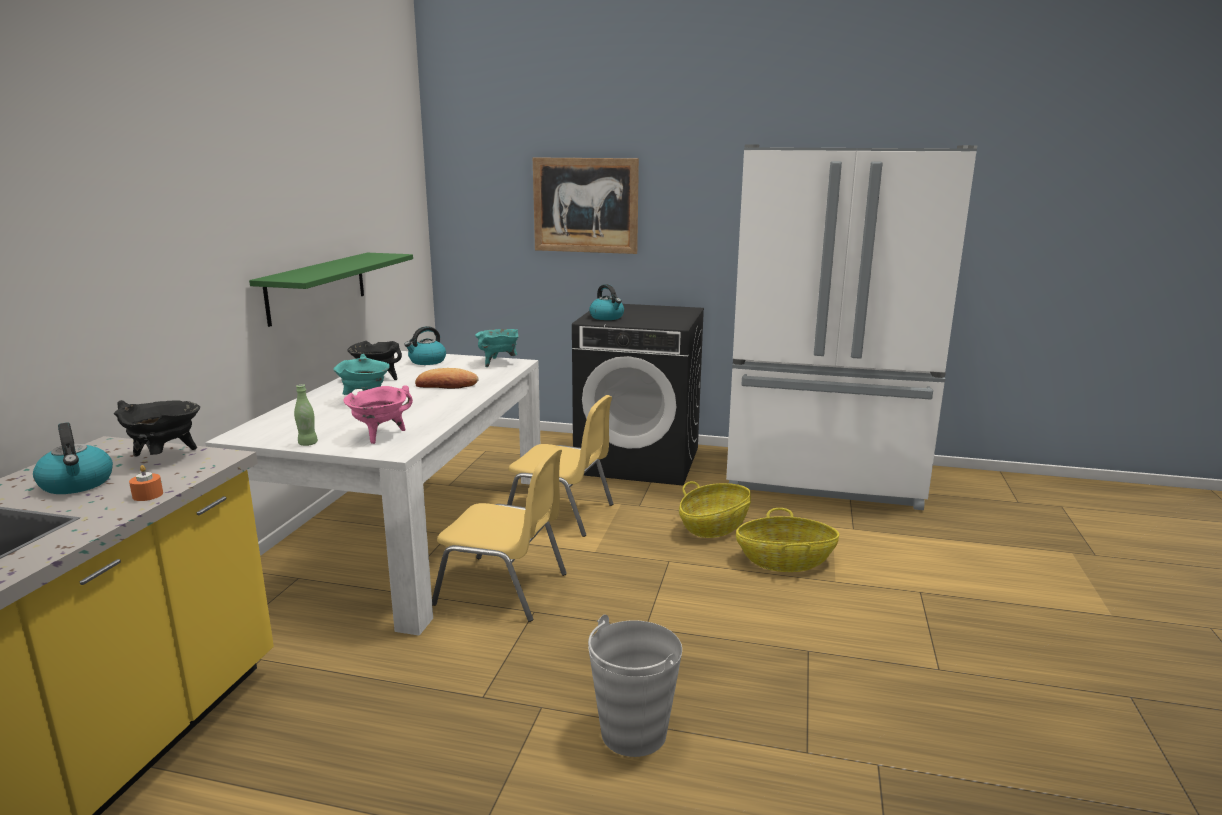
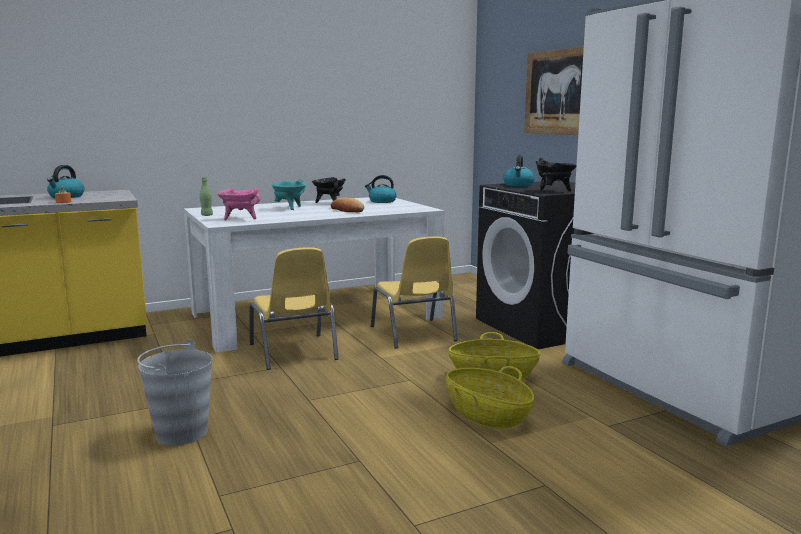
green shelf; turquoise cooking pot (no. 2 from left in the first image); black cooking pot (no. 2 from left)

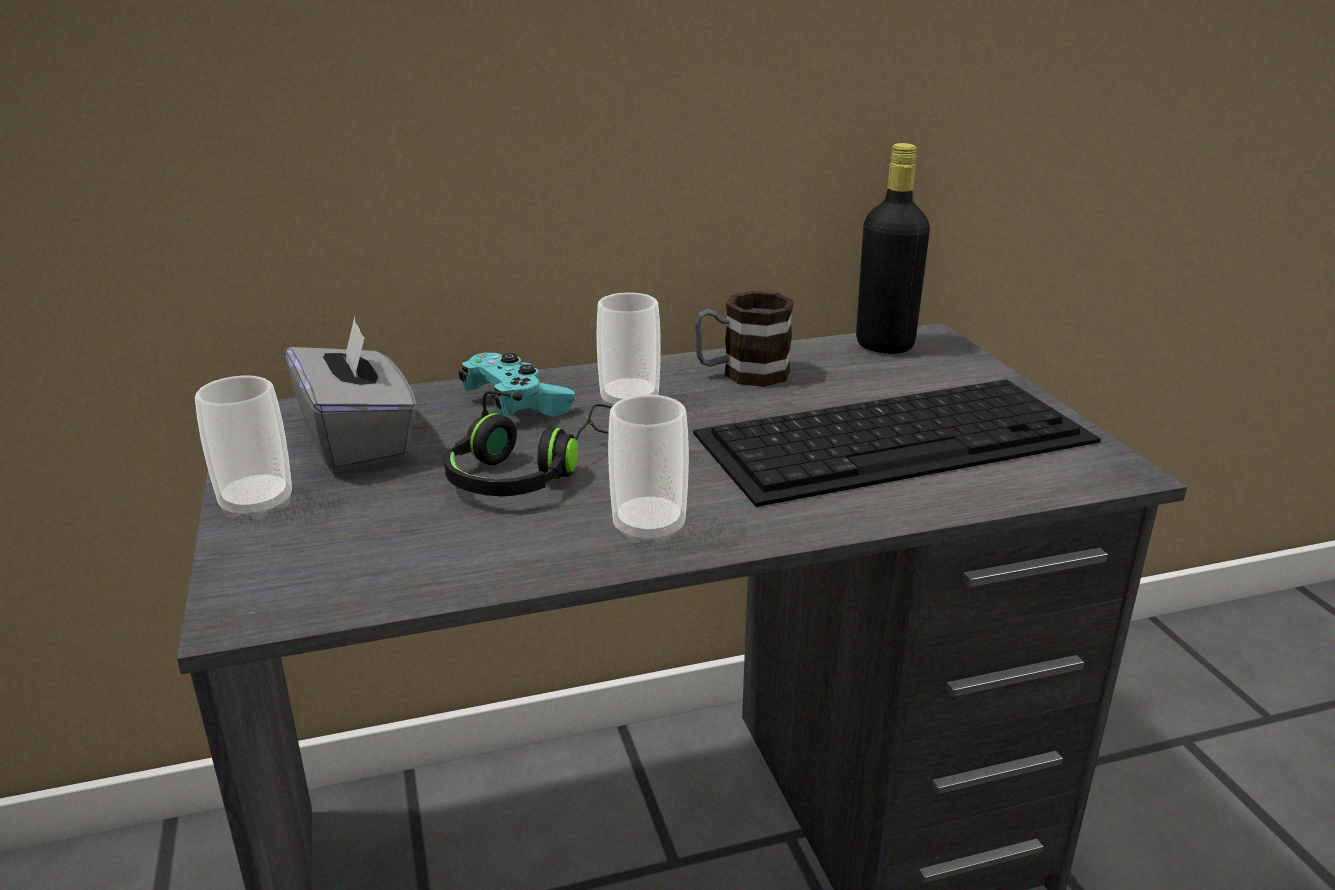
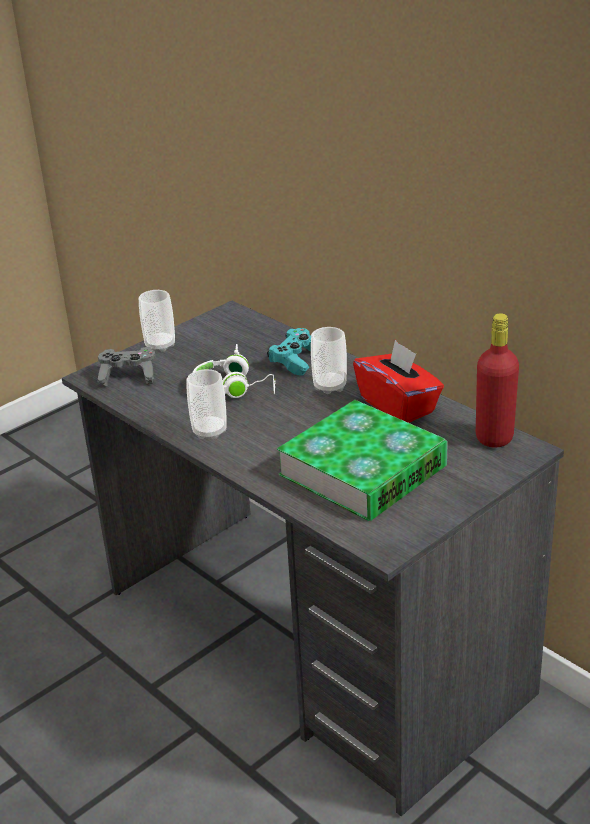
red bottle; red tissue box; grey tissue box; book; white headphones; grey game controller

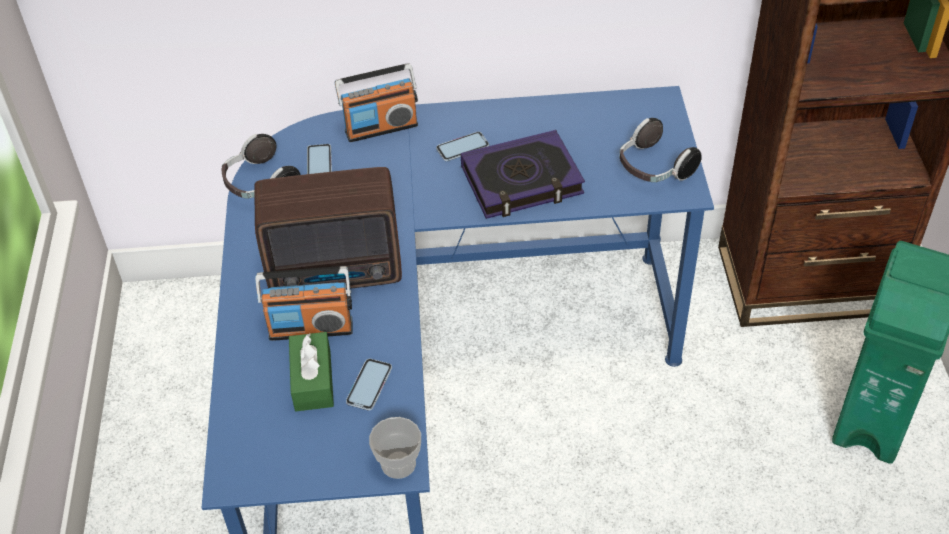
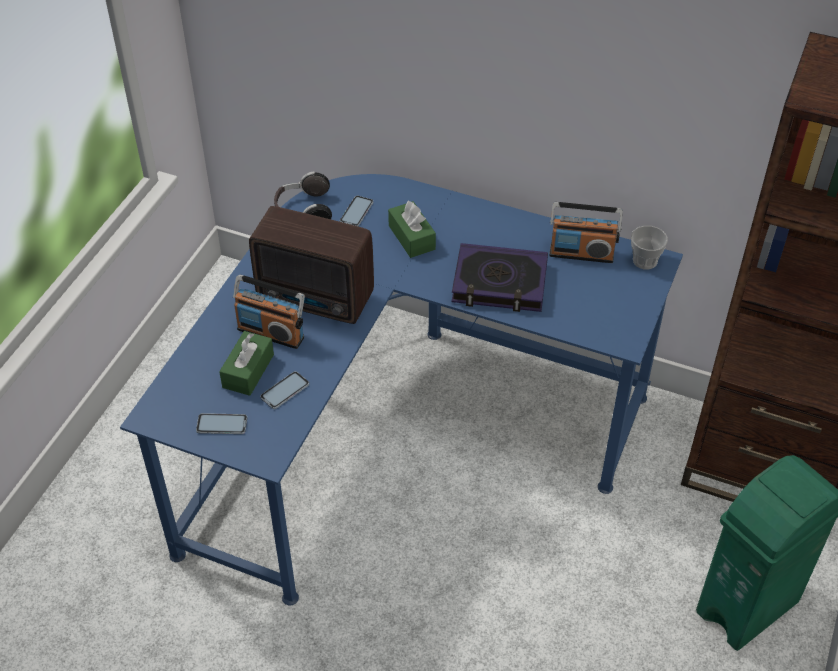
radio (no. 3 from left); headphones (no. 2 from left in the first image); phone (no. 1 from left); cup; green tissue box (no. 2 from left)

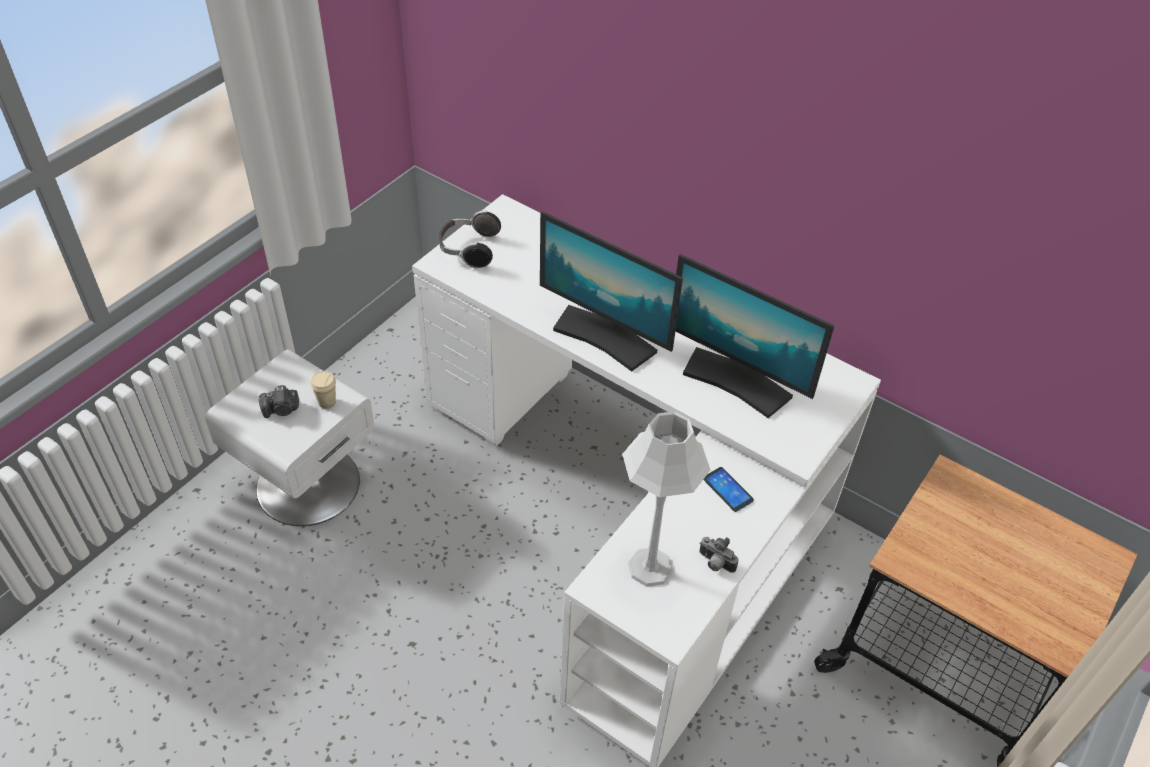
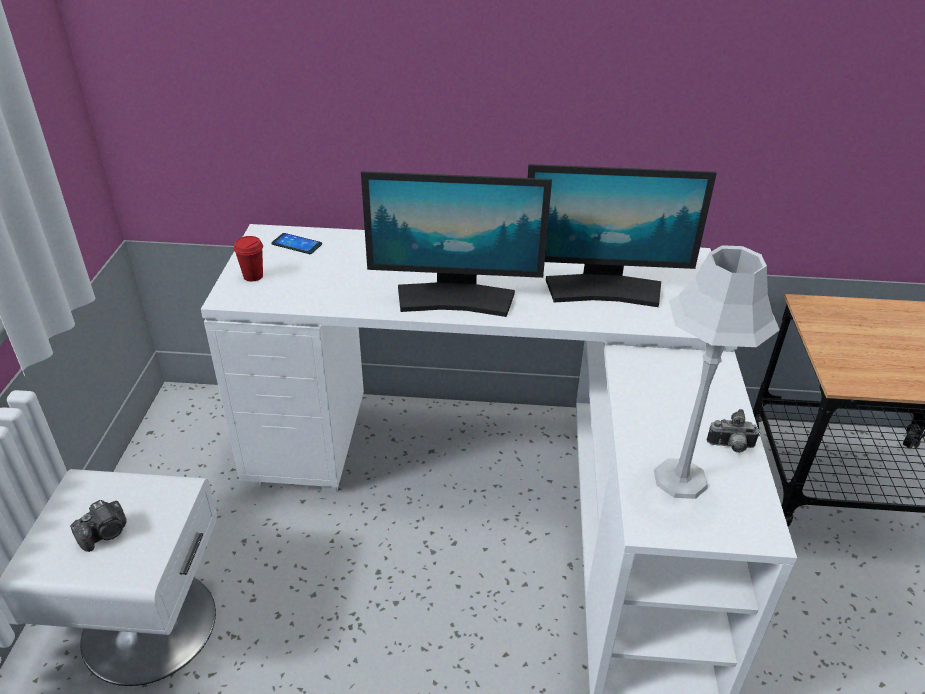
red cup; beige cup; phone

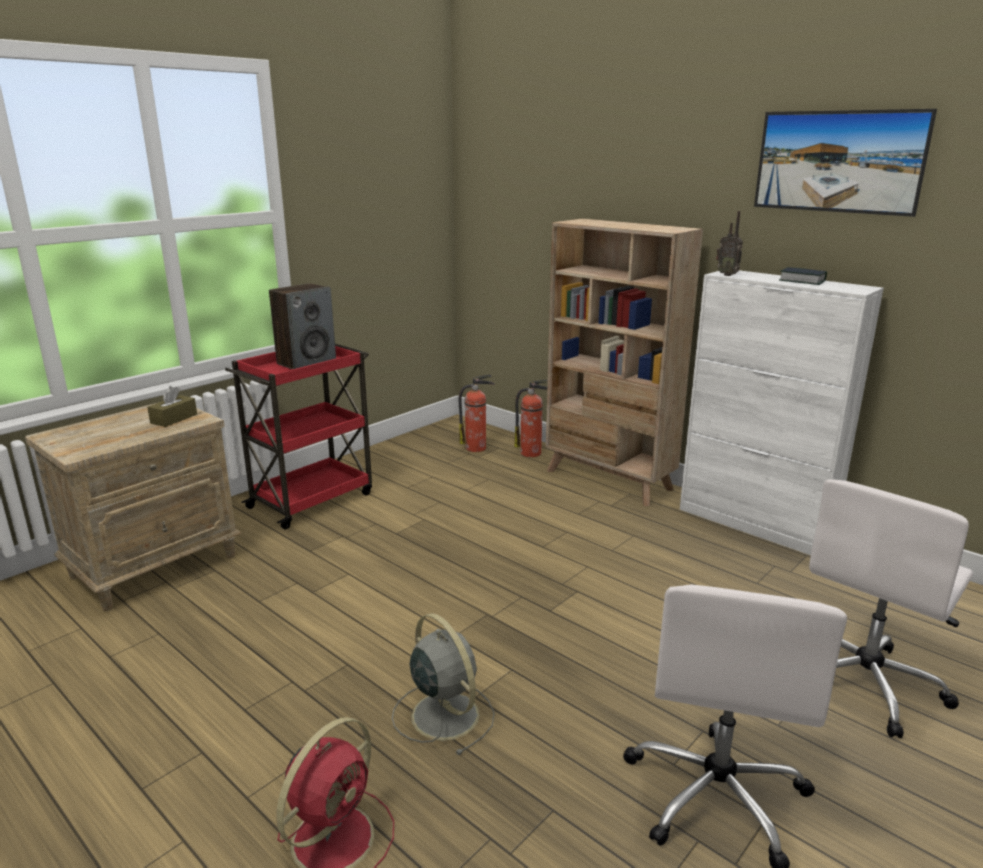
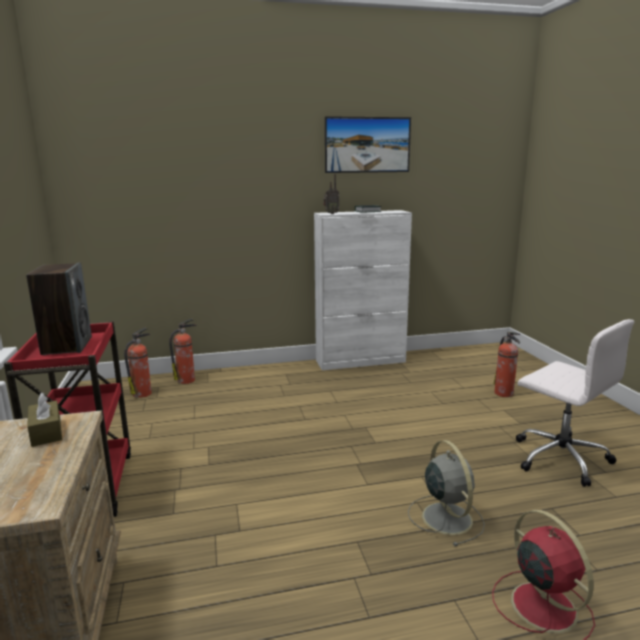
beige bookcase; fire extinguisher (no. 3 from left); grey fan

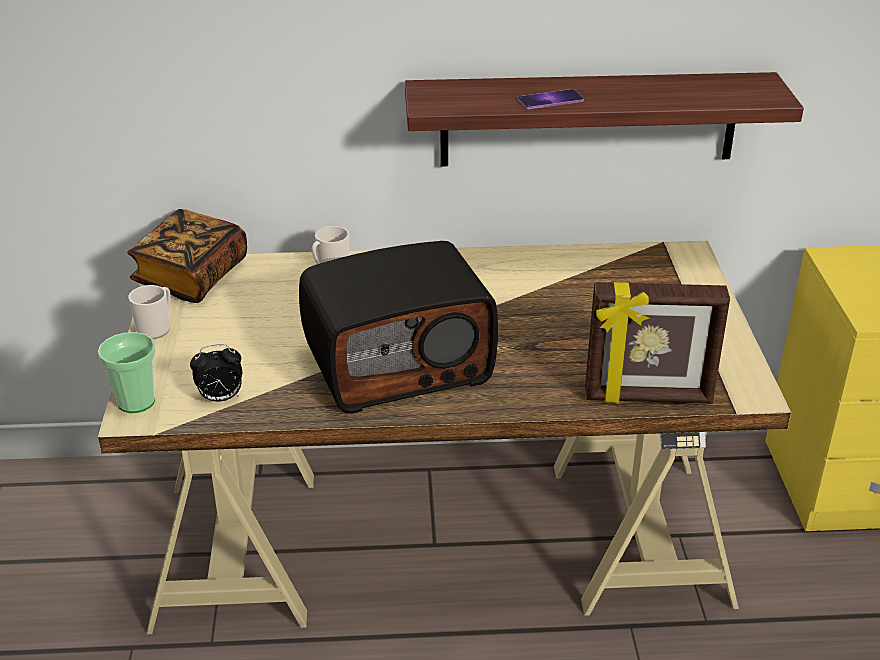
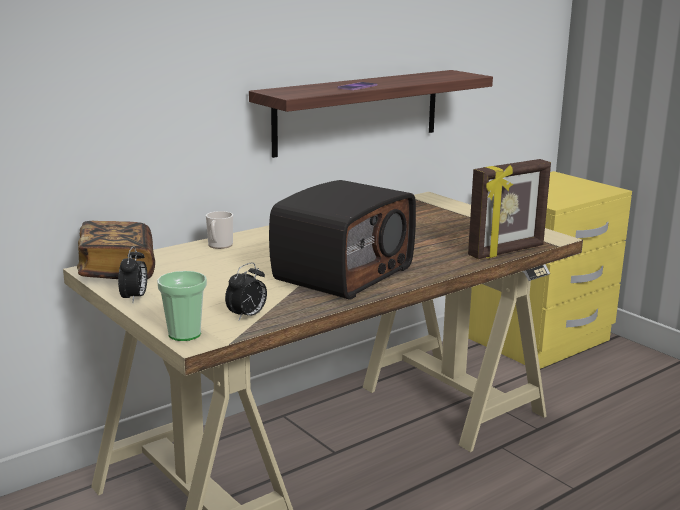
alarm clock (no. 1 from left)

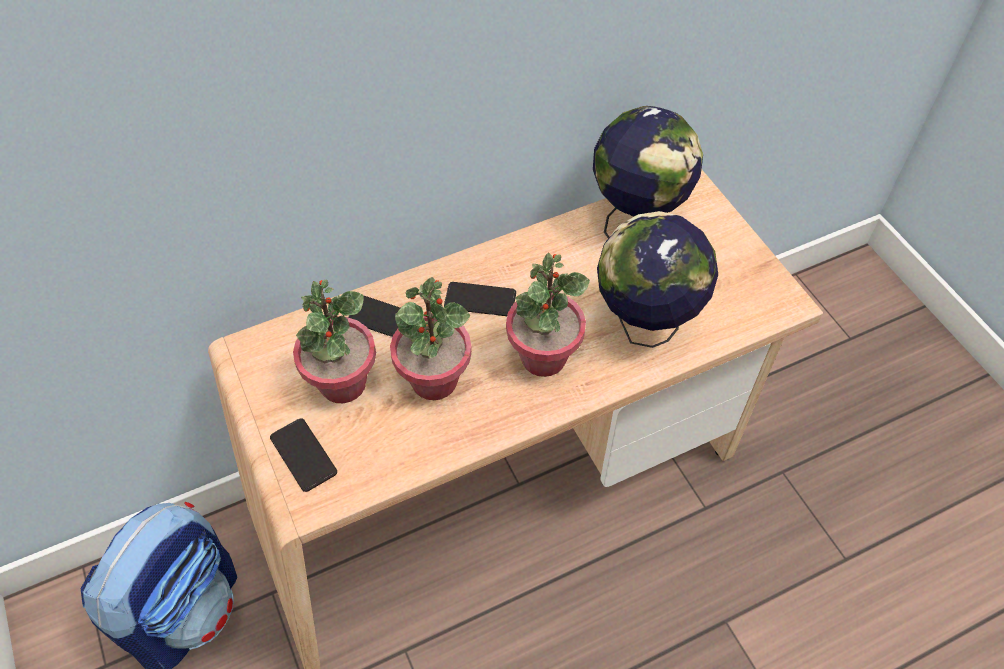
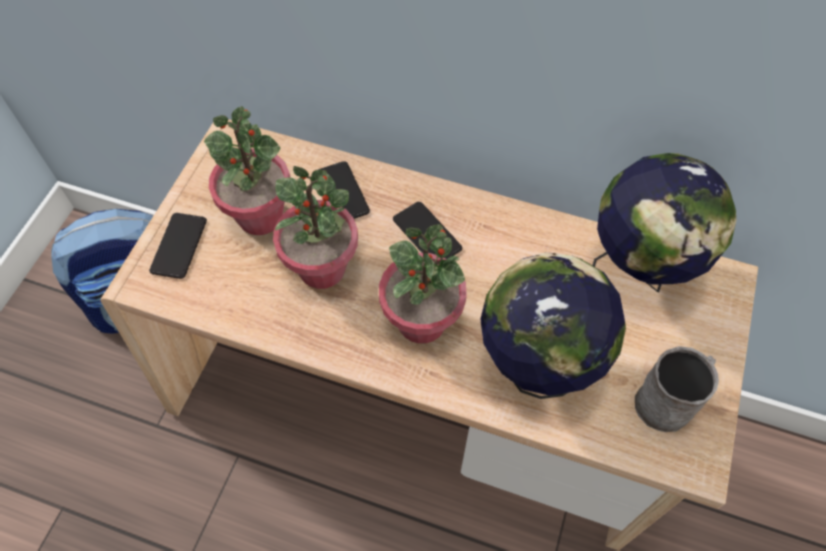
grey mug

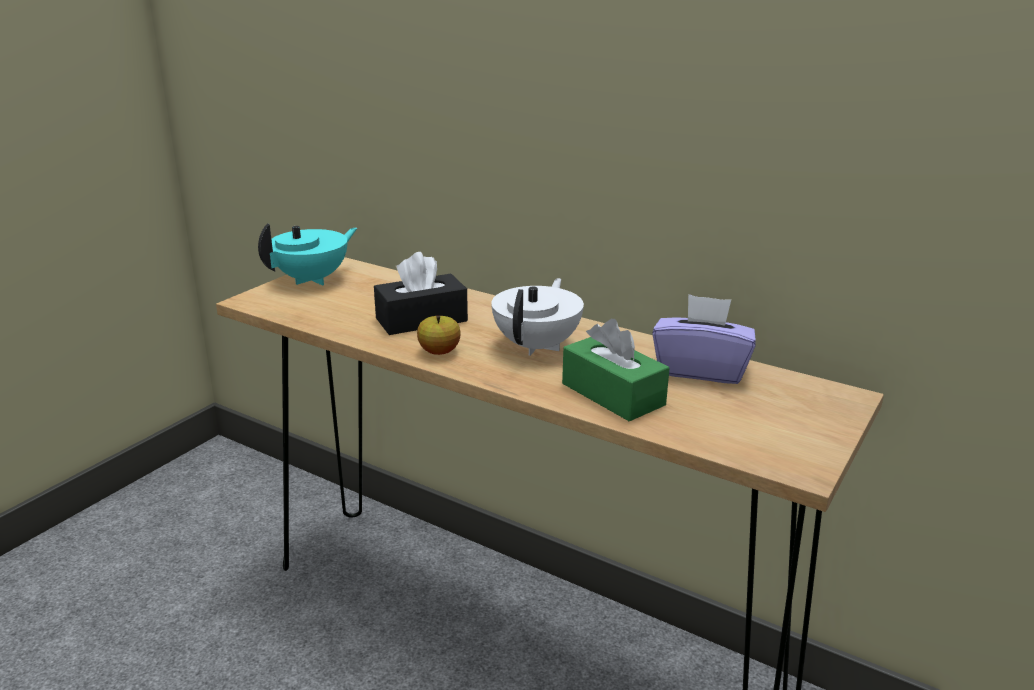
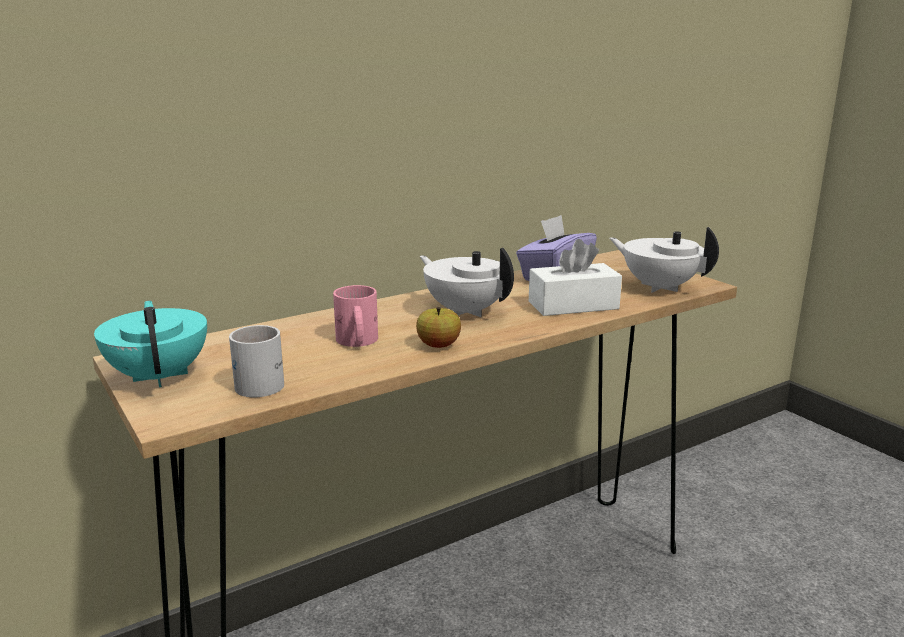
pink mug; white tissue box; white teapot (no. 2 from left); white mug

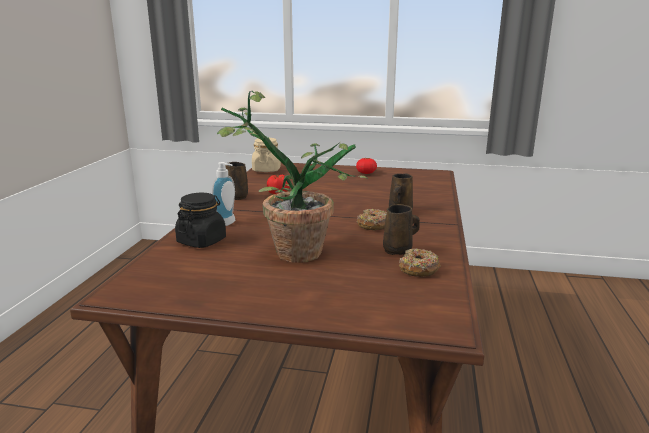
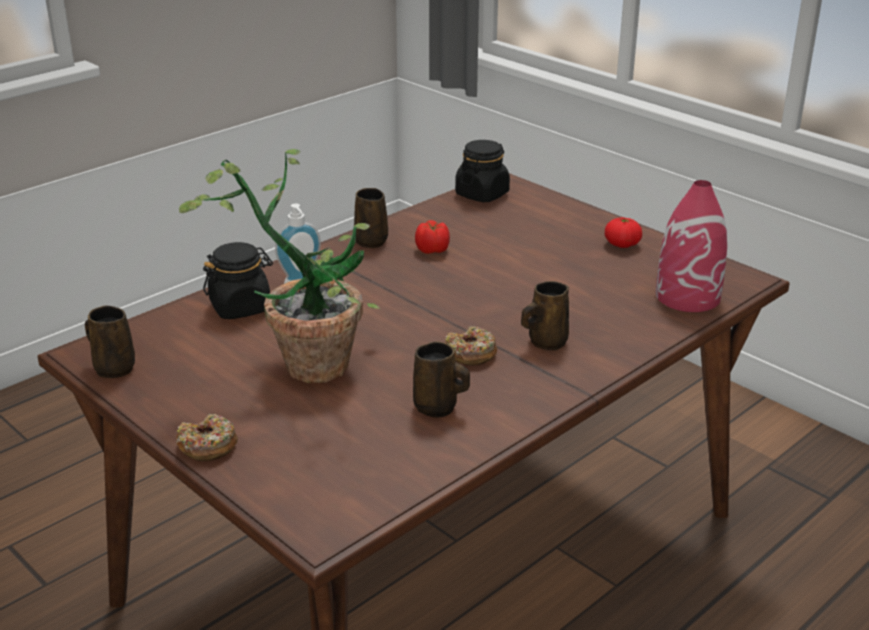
black jar (no. 2 from left); donut (no. 1 from left); red vase; brown mug (no. 1 from left)

